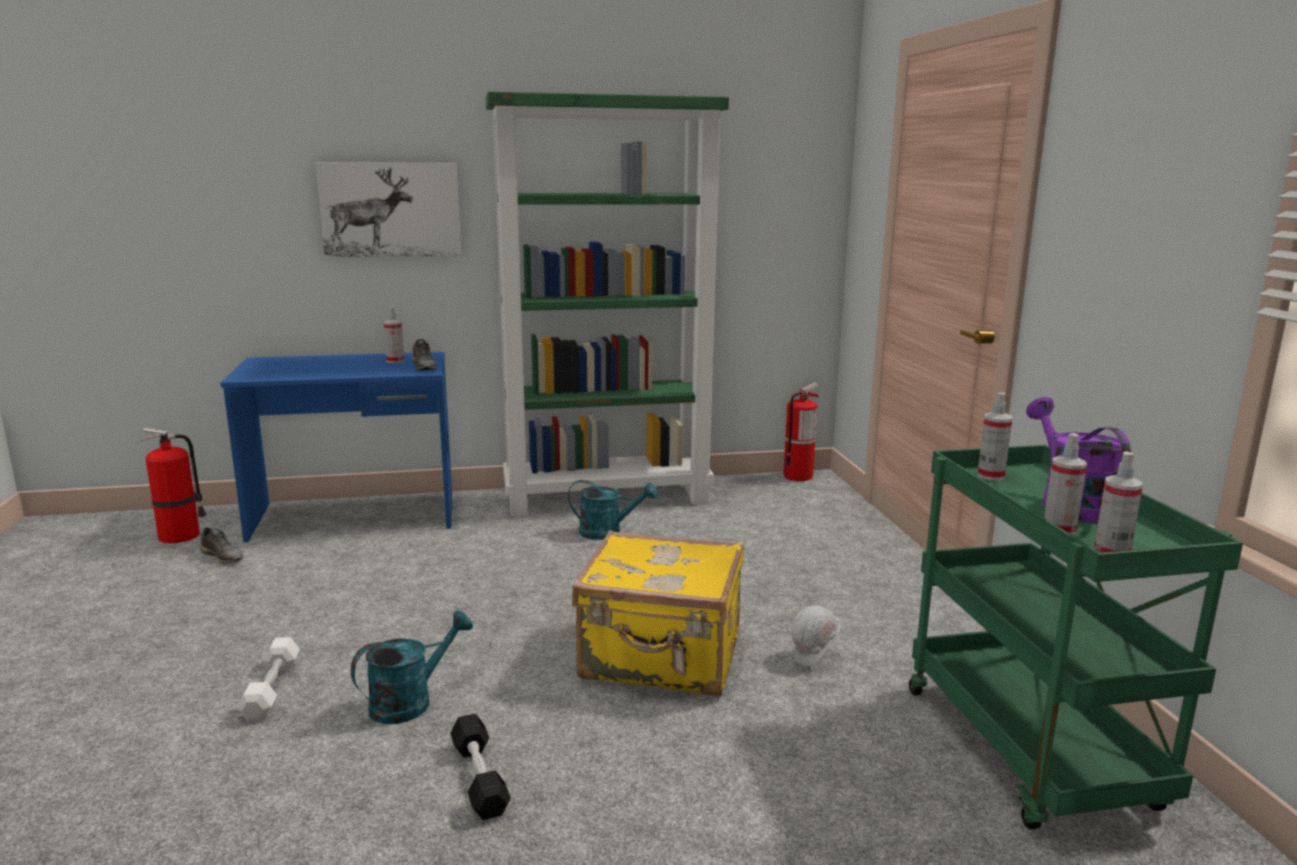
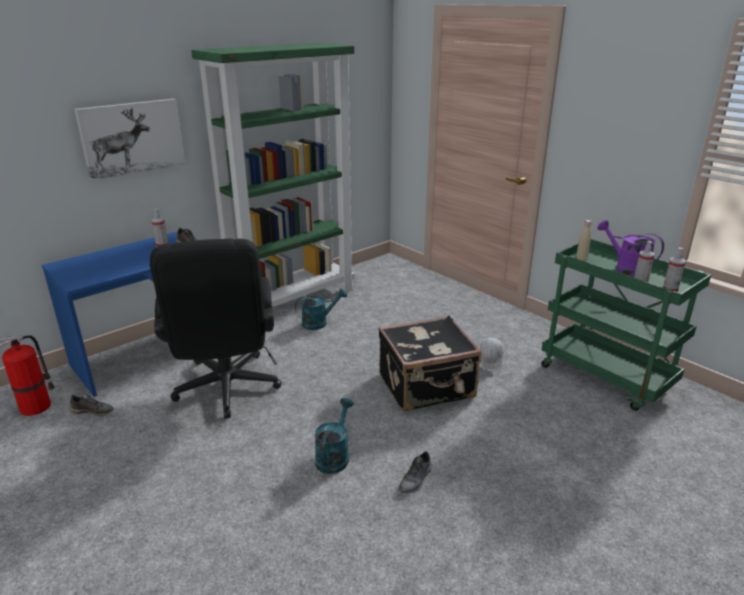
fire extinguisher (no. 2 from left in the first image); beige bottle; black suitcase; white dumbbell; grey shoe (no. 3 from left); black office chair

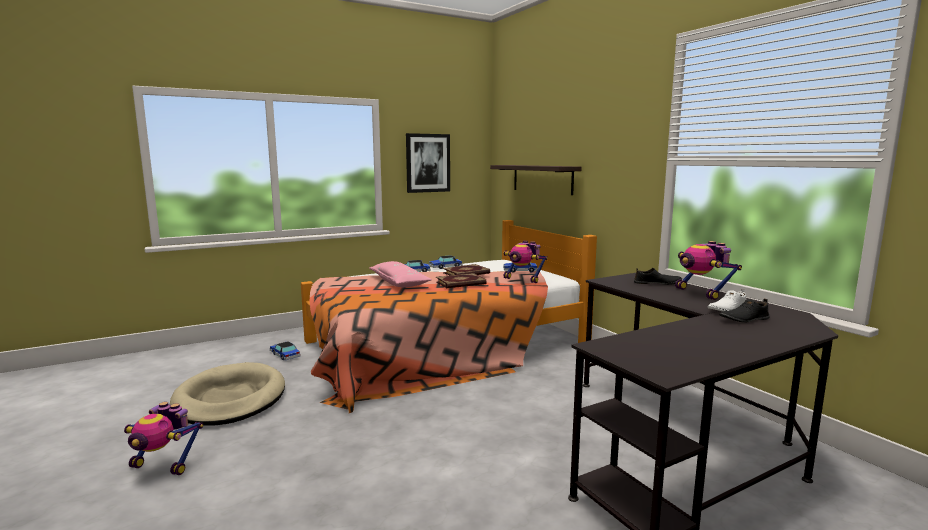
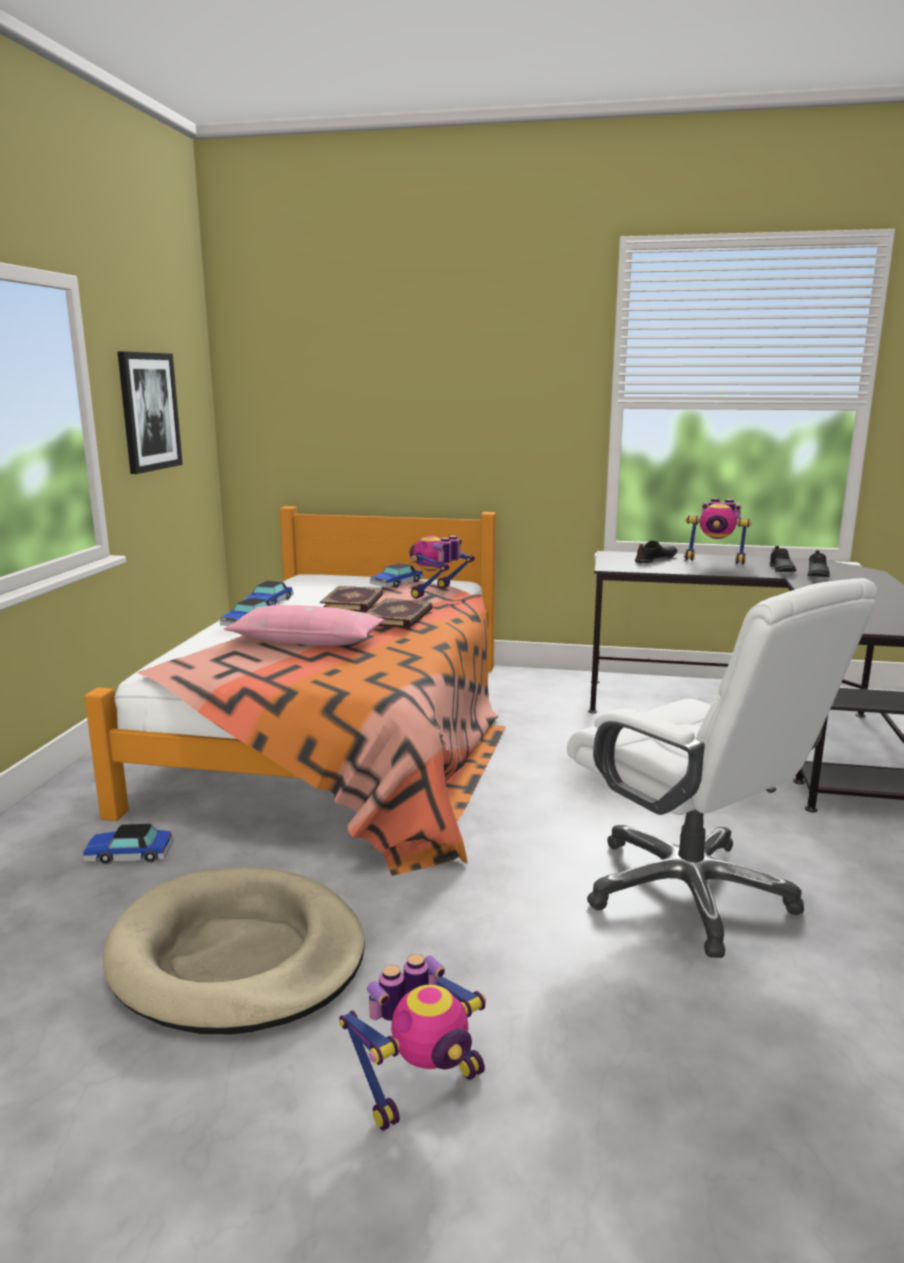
shelf; toy robot (no. 2 from left); black shoe (no. 2 from left); white office chair

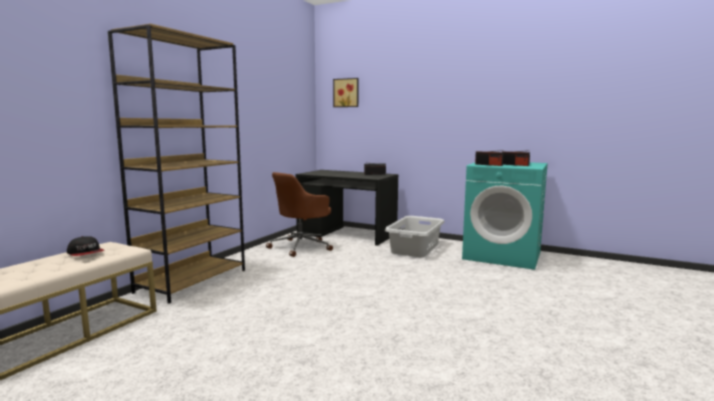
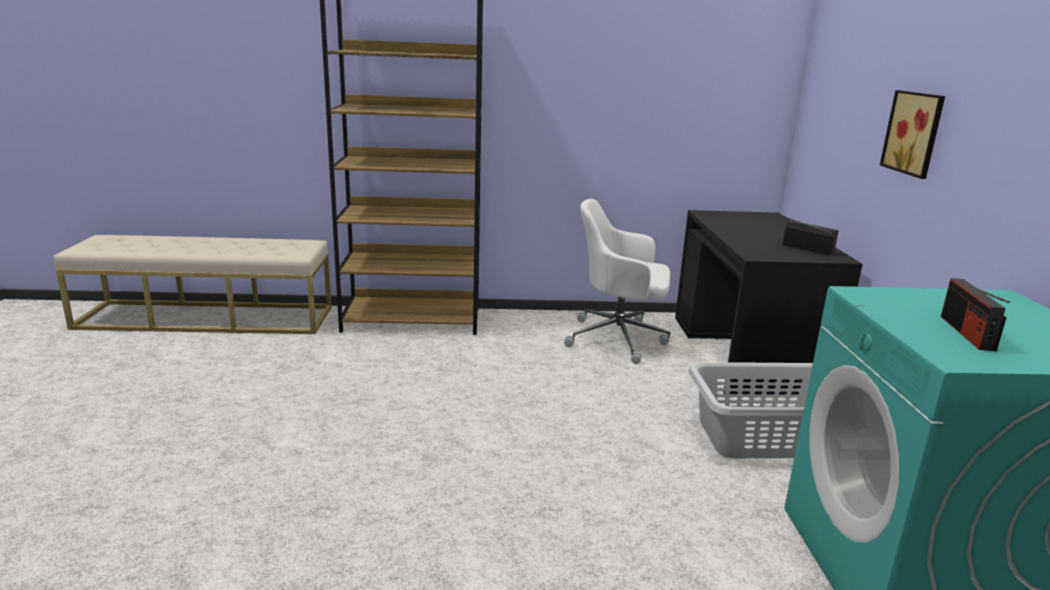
picture; radio (no. 2 from left in the first image); white office chair; cap

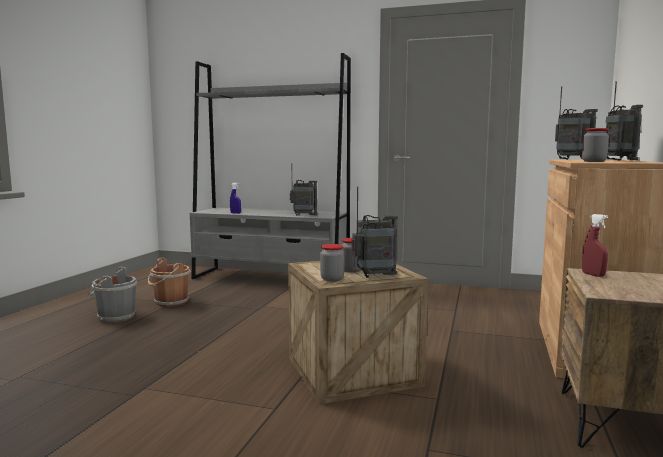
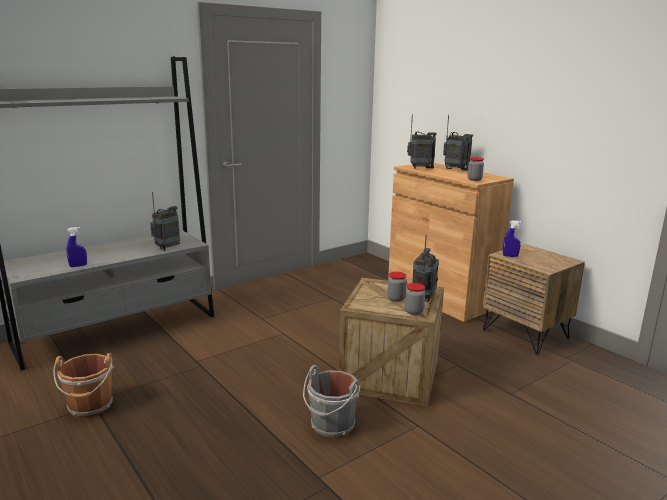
blue spray bottle (no. 2 from left); grey bucket

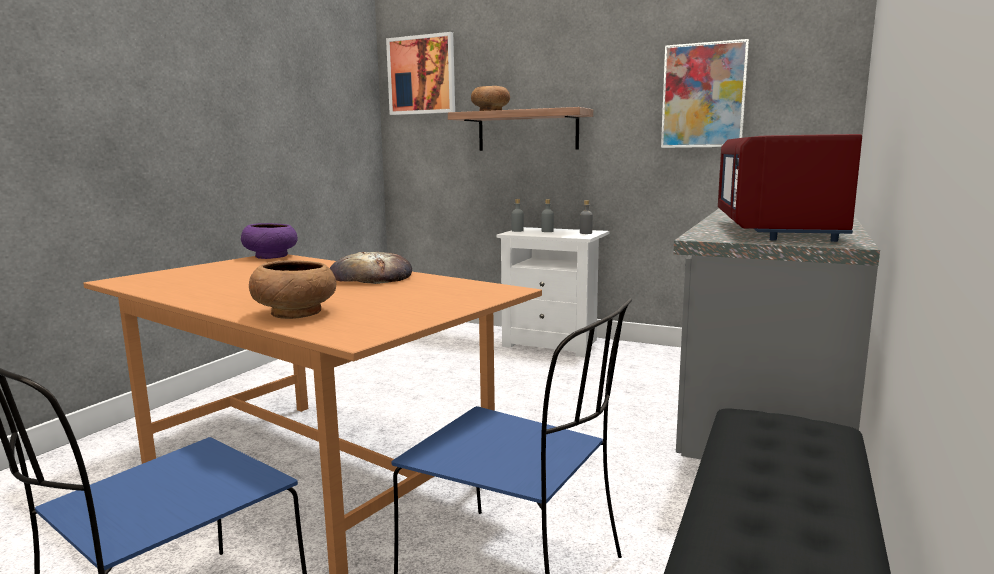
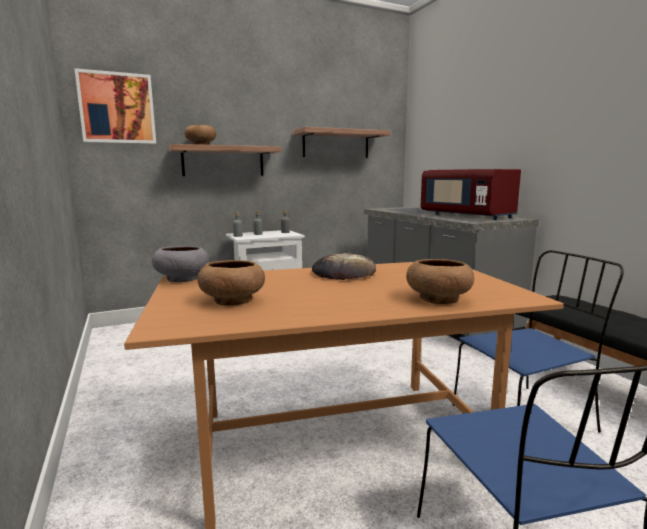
shelf (no. 2 from left); grey bowl; brown bowl (no. 2 from left)

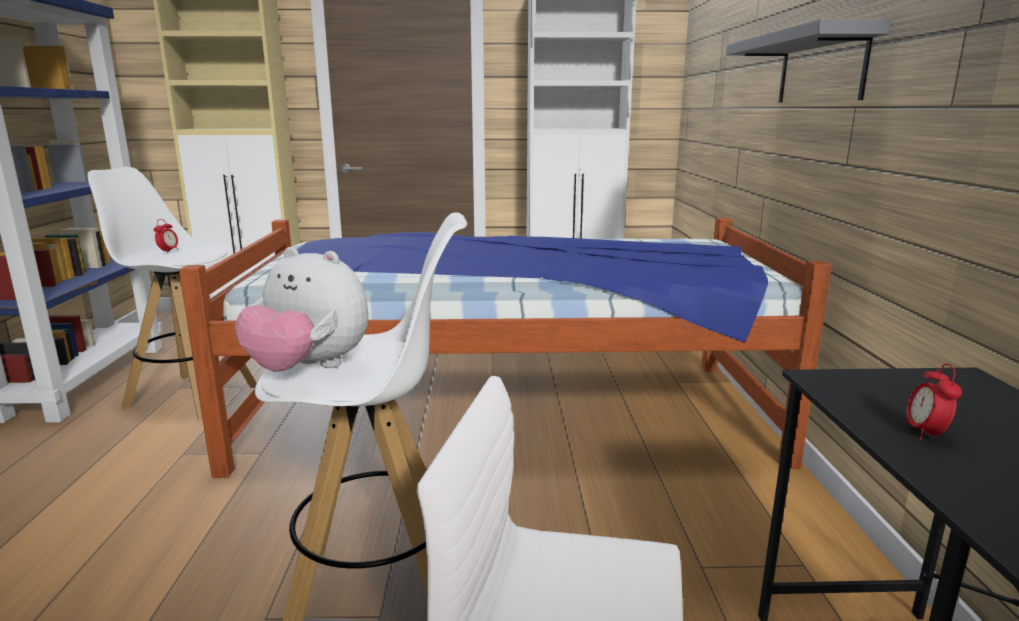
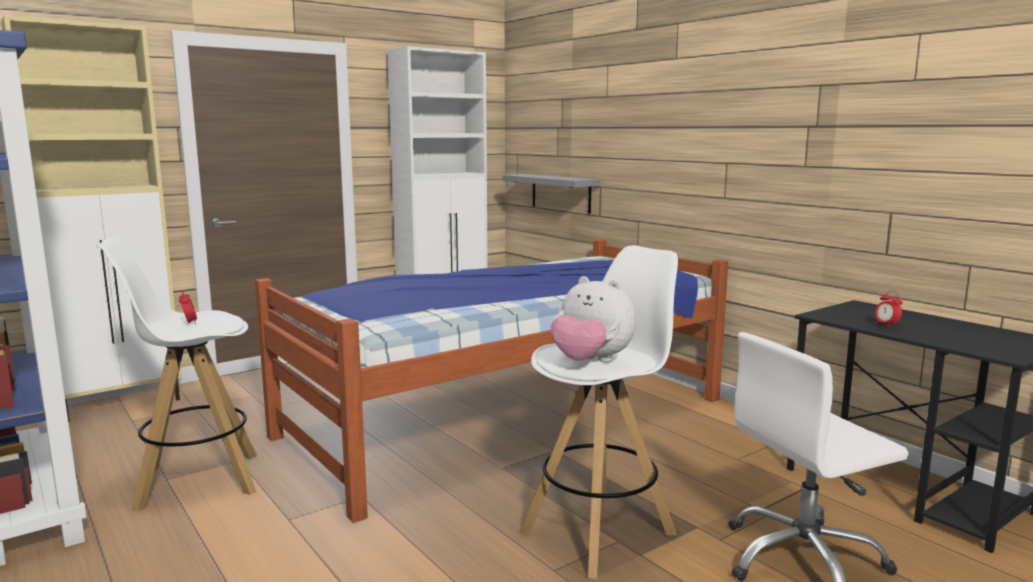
grey shelf; plush toy

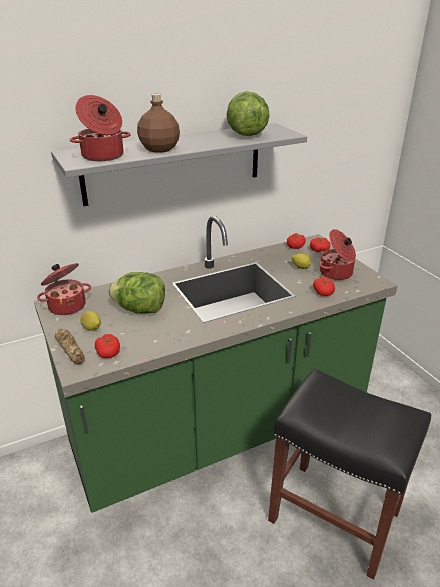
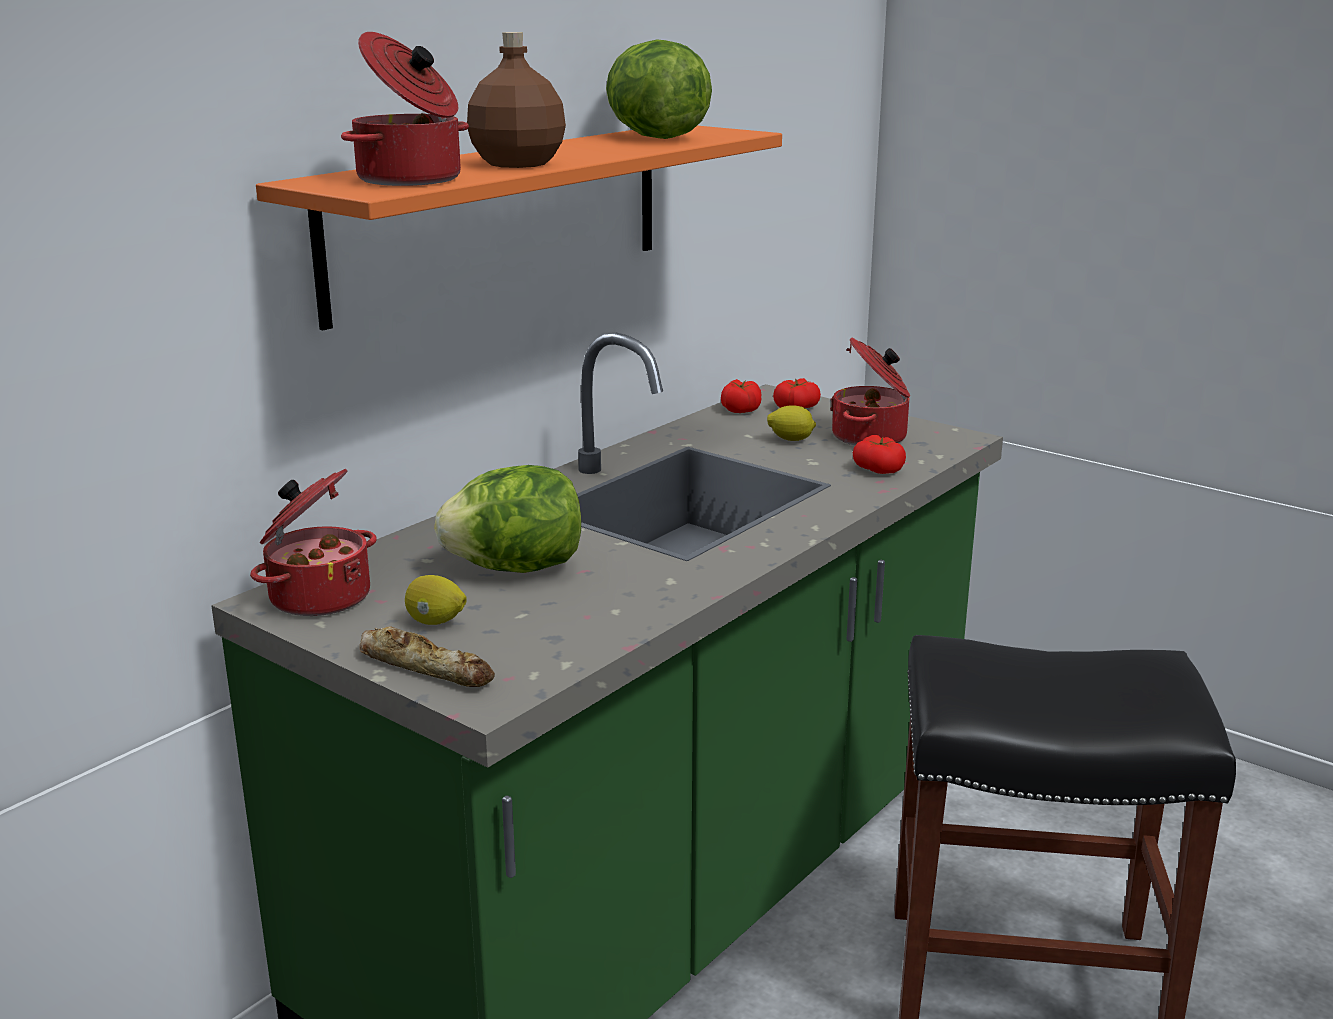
orange shelf; tomato (no. 1 from left in the first image)

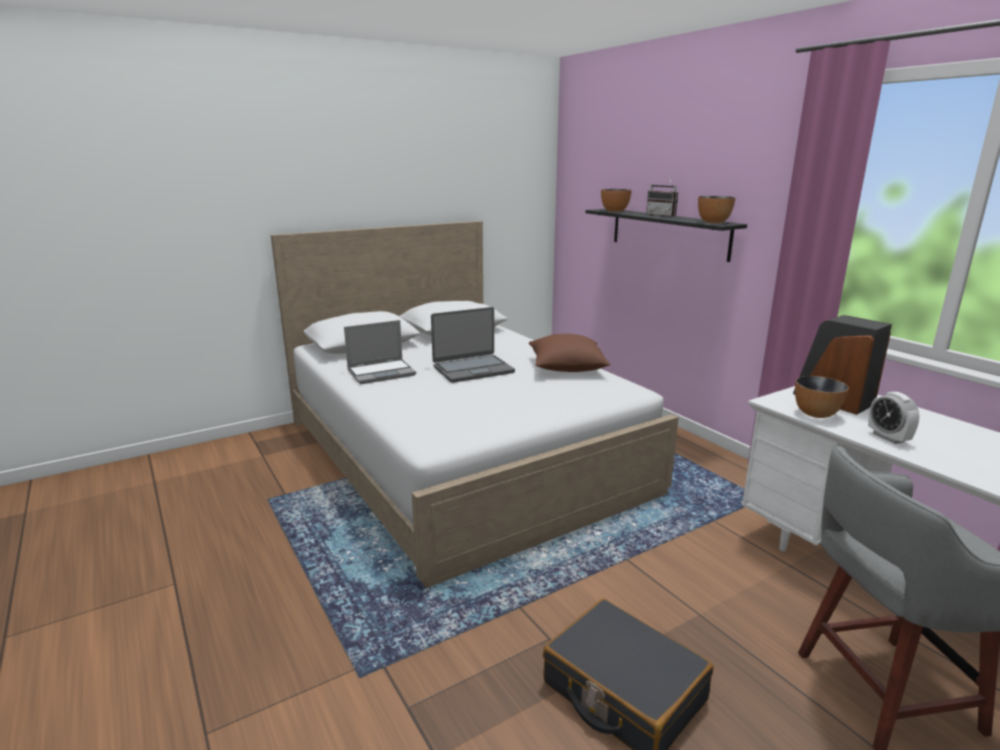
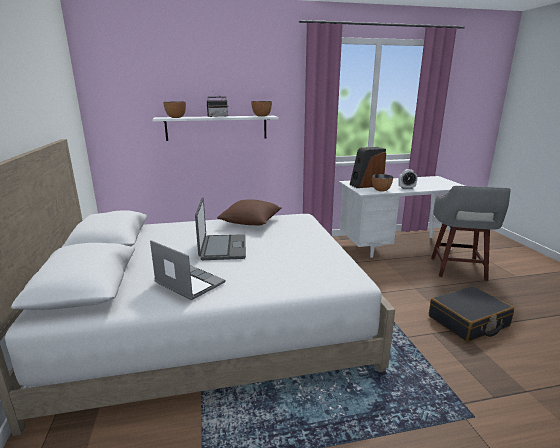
white shelf; laptop (no. 1 from left)

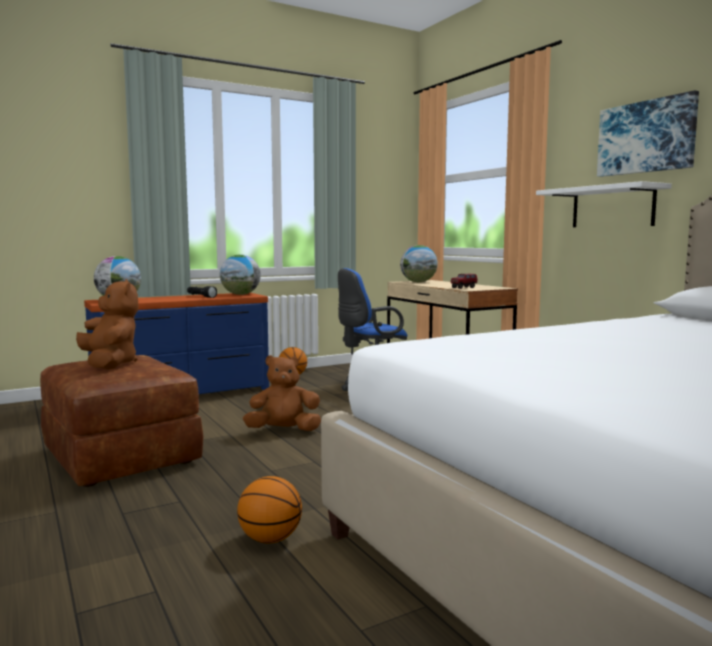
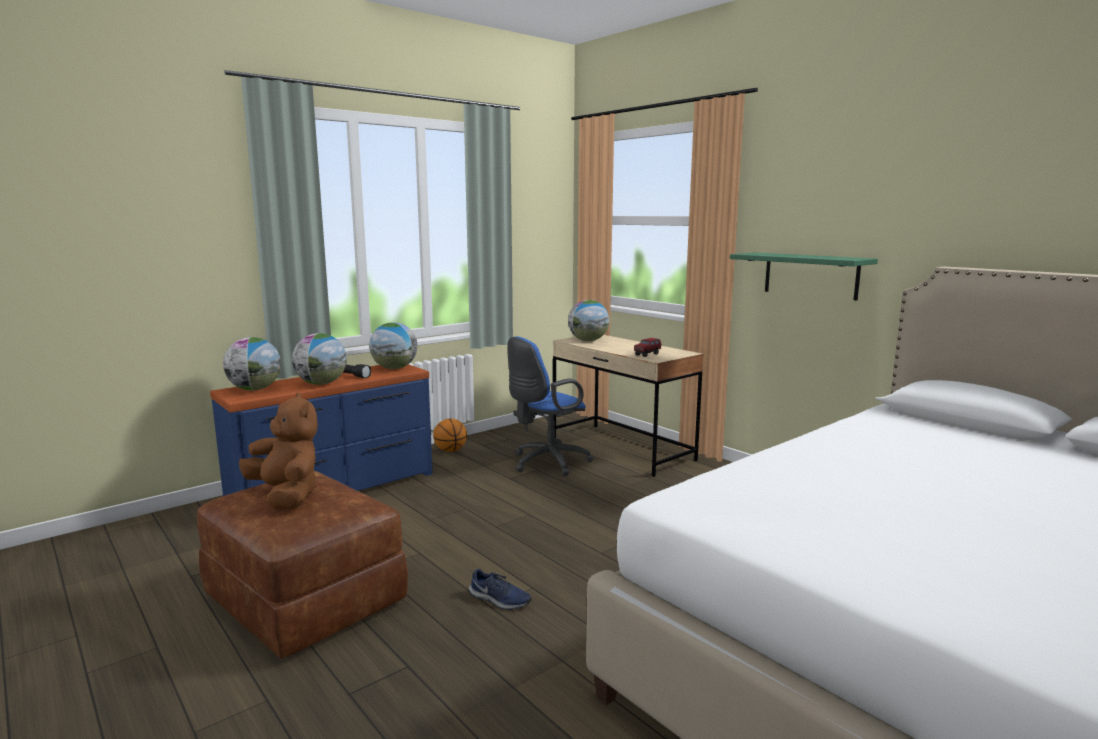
picture; green shelf; brown plush toy (no. 2 from left in the first image); basketball (no. 1 from left in the first image); globe (no. 2 from left); blue shoe

